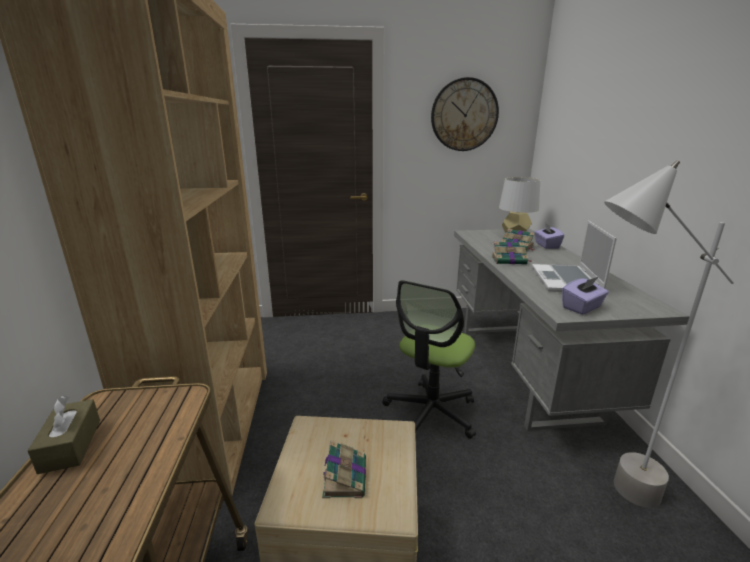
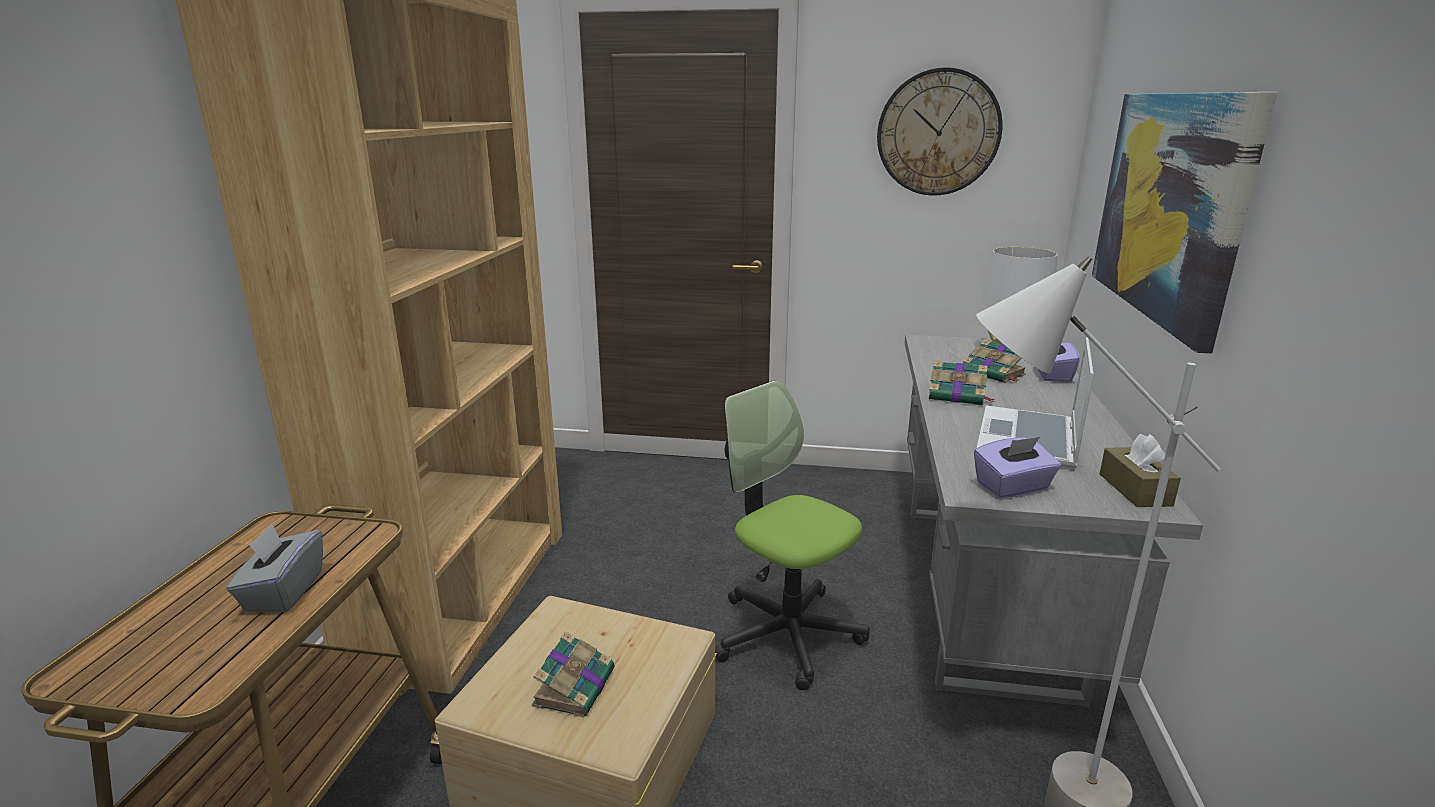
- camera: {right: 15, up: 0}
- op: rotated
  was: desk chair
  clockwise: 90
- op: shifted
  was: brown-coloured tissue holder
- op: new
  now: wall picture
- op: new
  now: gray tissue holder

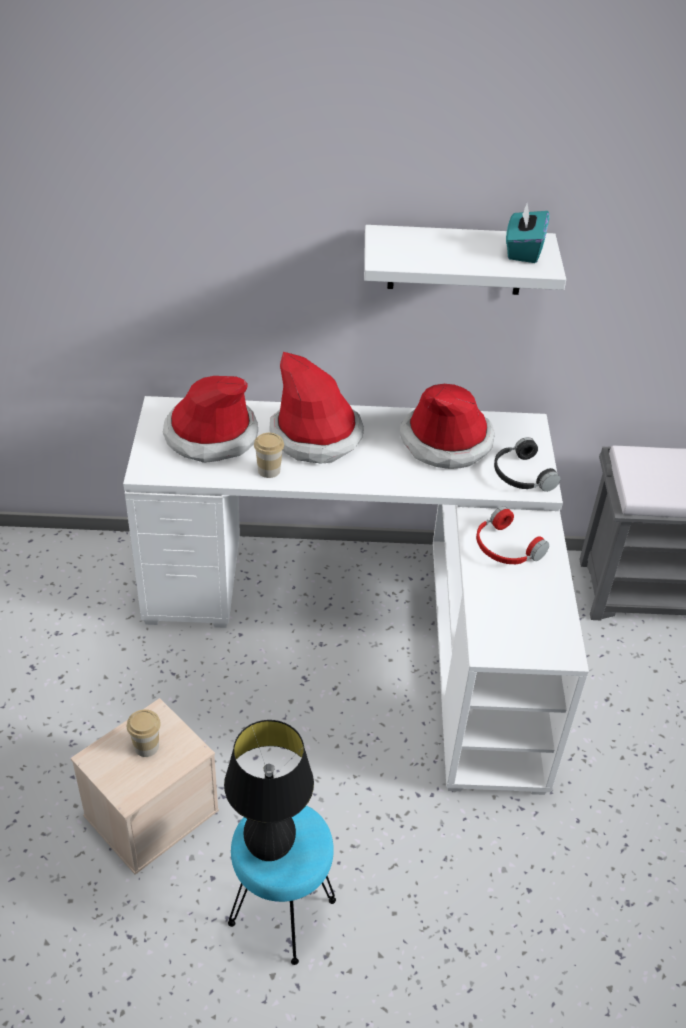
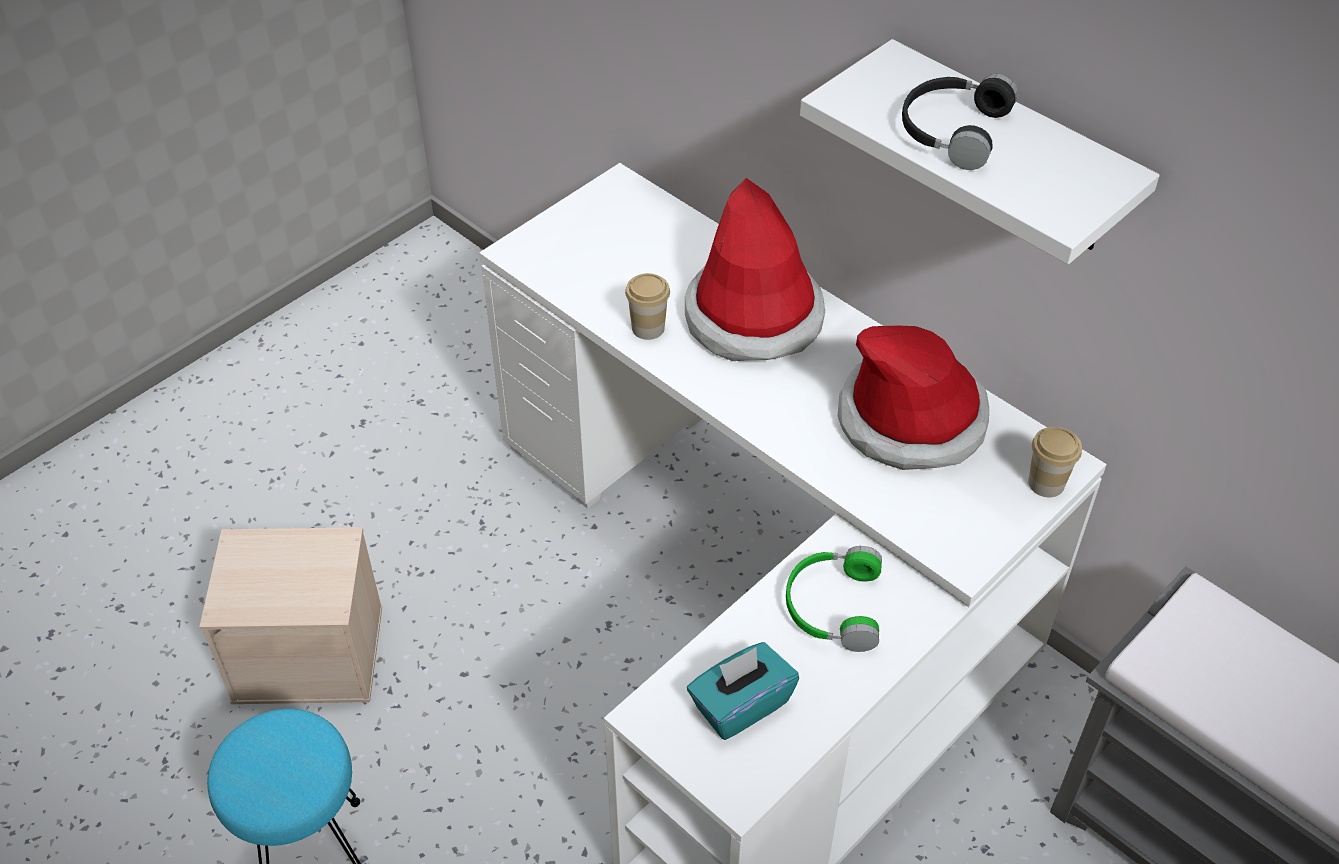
- camera: {right: 45, up: 5}
- op: shifted
  was: turquoise-coloured tissue holder
- op: gone
  was: hat (no. 1 from left)
- op: shifted
  was: black-coloured headphones
- op: repainted
  was: red headphones
  now: green headphones
- op: shifted
  was: small cup (no. 1 from left in the first image)
  now: small cup (no. 2 from left)
- op: gone
  was: black-coloured table lamp

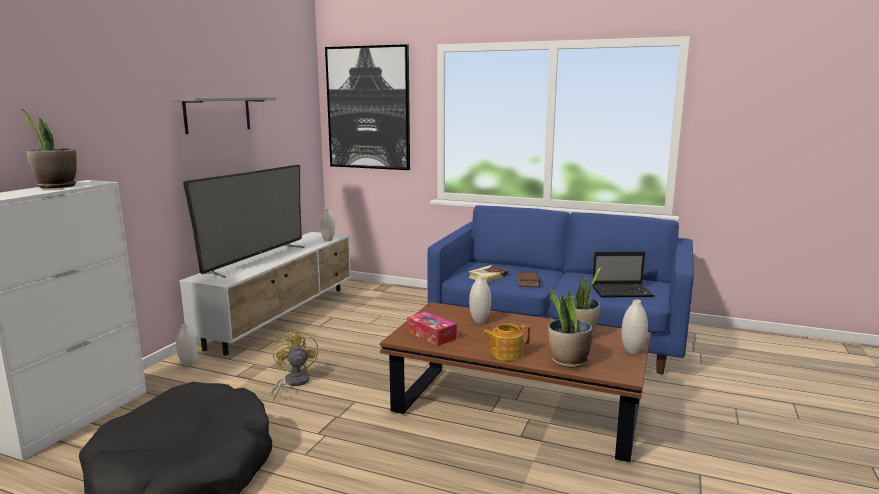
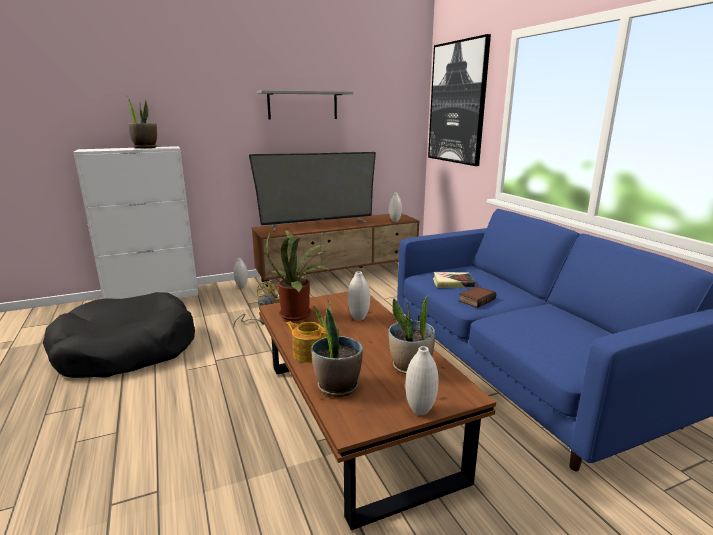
- camera: {right: 45, up: 5}
- op: repainted
  was: white tv stand
  now: brown-coloured tv stand
- op: gone
  was: notebook computer
- op: swapped
  was: tissue holder
  now: houseplant (no. 2 from left)

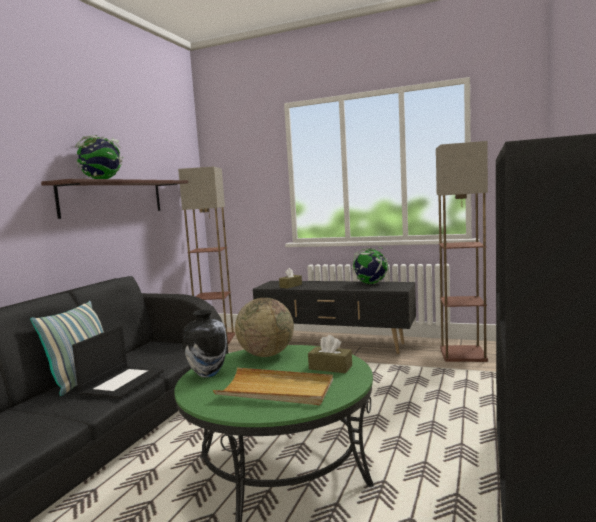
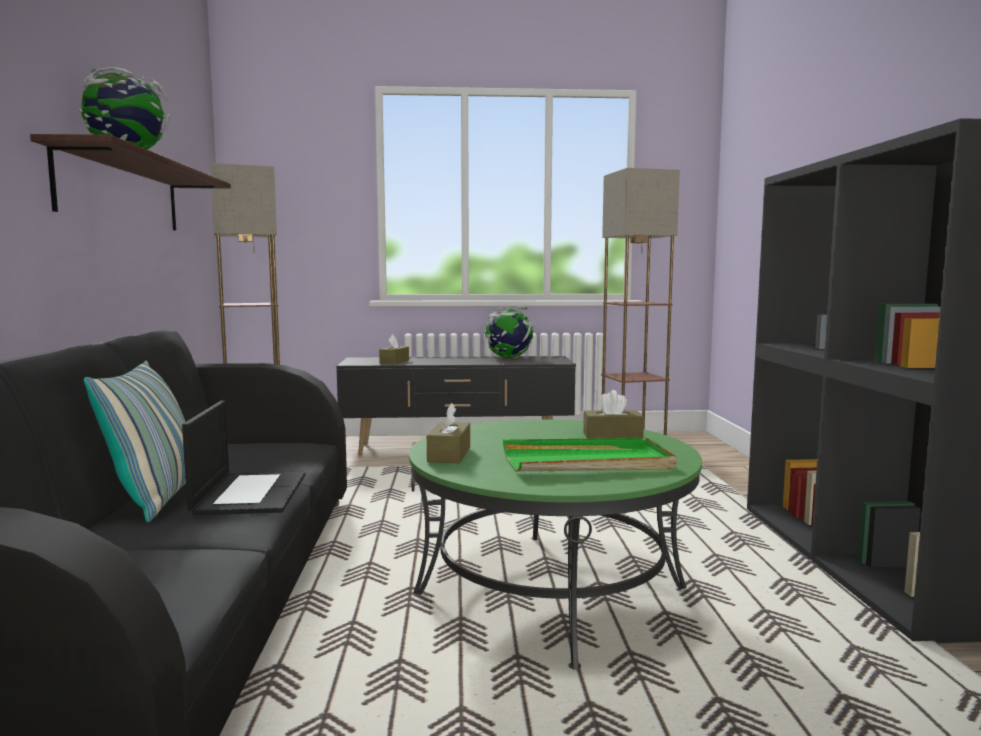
- camera: {right: -25, up: 0}
- op: gone
  was: desk globe (no. 2 from left)
- op: swapped
  was: decorative vase
  now: brown-coloured tissue holder (no. 2 from left)
- op: repainted
  was: beige-coloured serving tray
  now: green serving tray

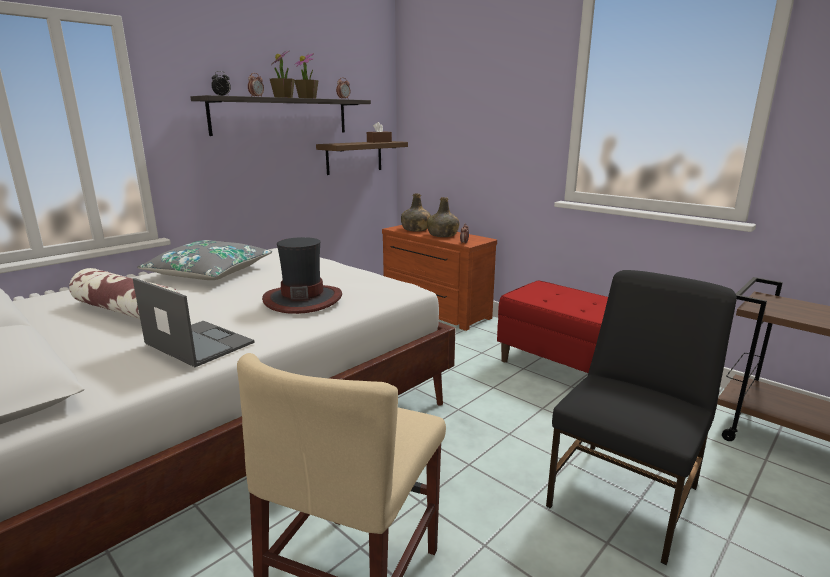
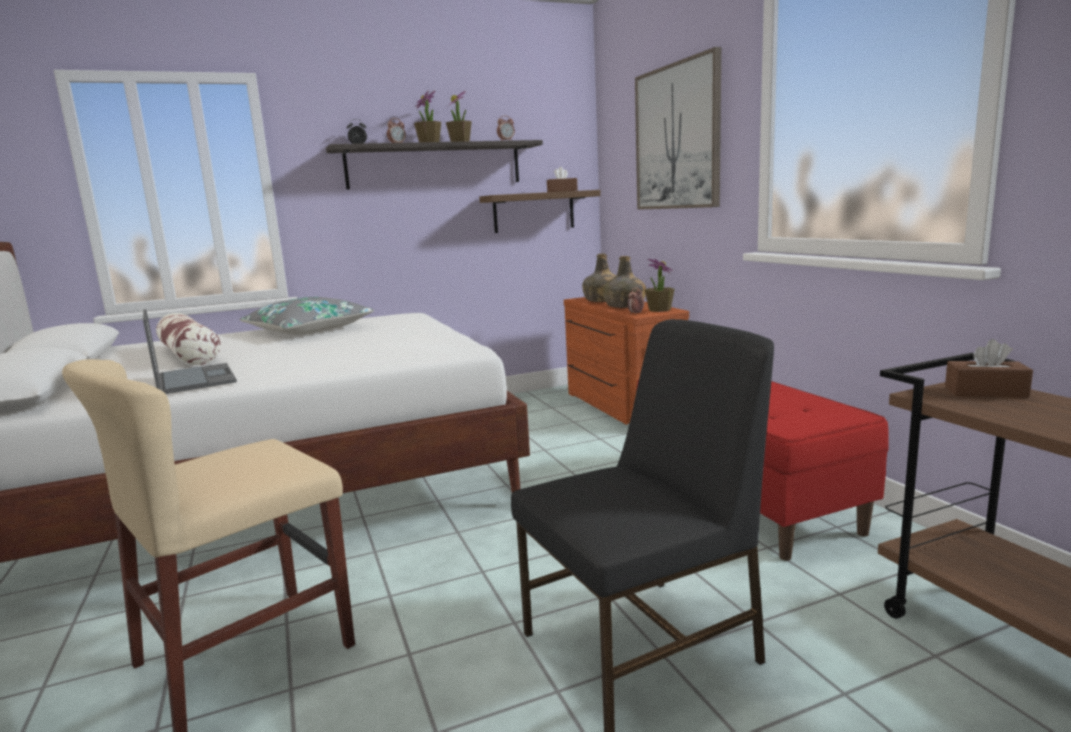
- camera: {right: 25, up: -5}
- op: gone
  was: hat
- op: new
  now: wall picture
- op: new
  now: houseplant (no. 3 from left)
- op: new
  now: brown-coloured tissue holder (no. 2 from left)

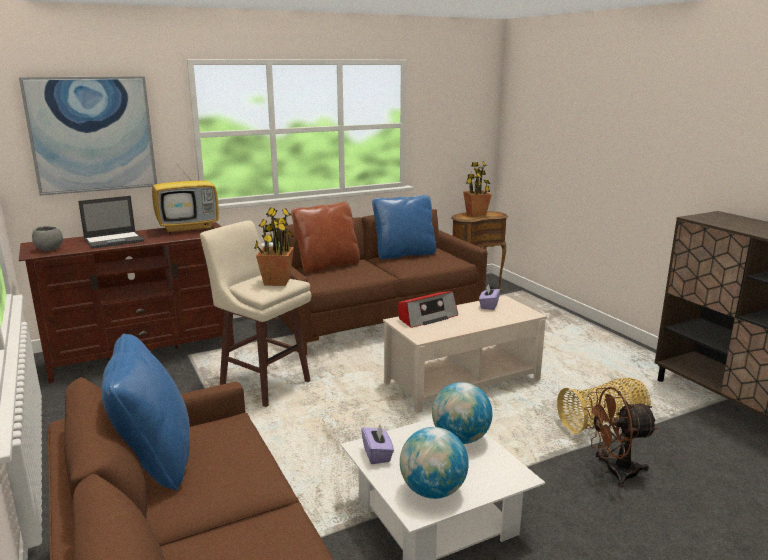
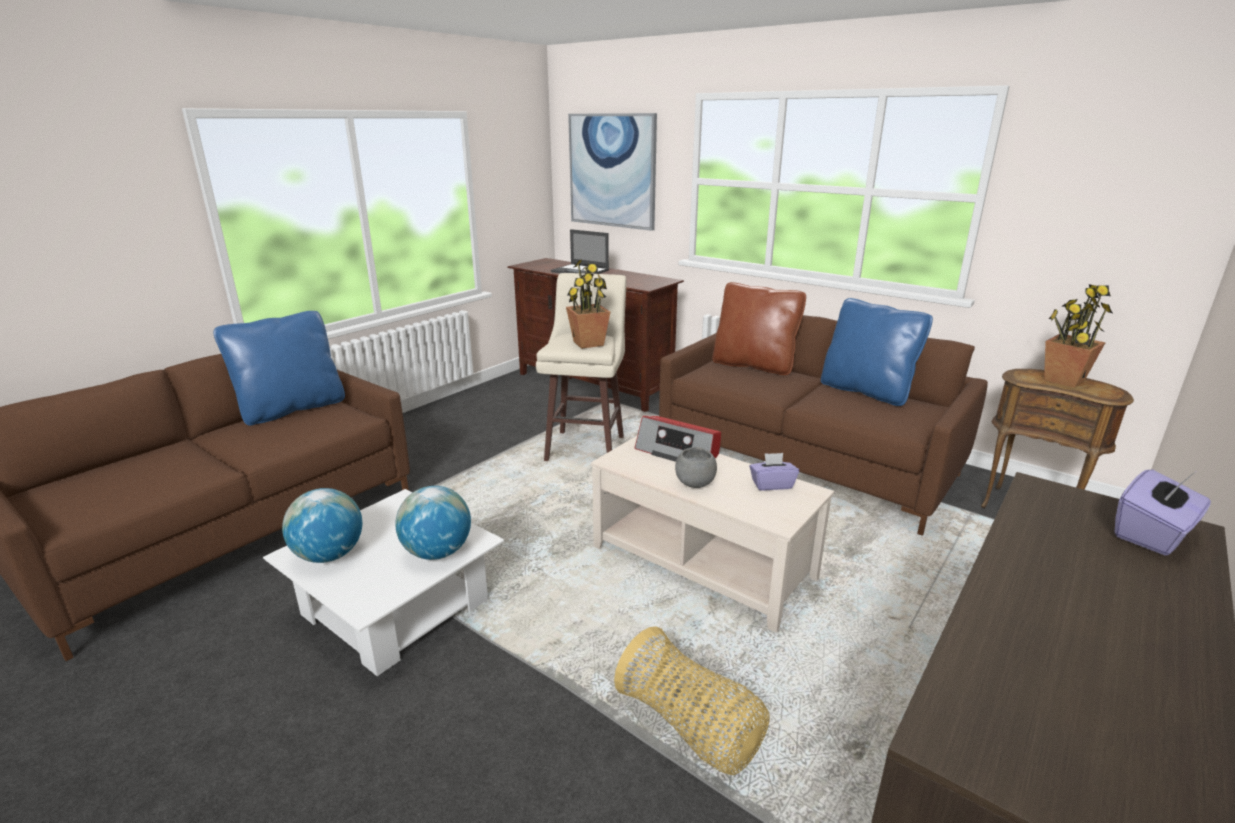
- camera: {right: 65, up: 5}
- op: gone
  was: television
- op: shifted
  was: gray serving bowl
- op: gone
  was: brown-coloured electric fan
- op: shifted
  was: purplish tissue holder (no. 1 from left in the first image)
  now: purplish tissue holder (no. 2 from left)

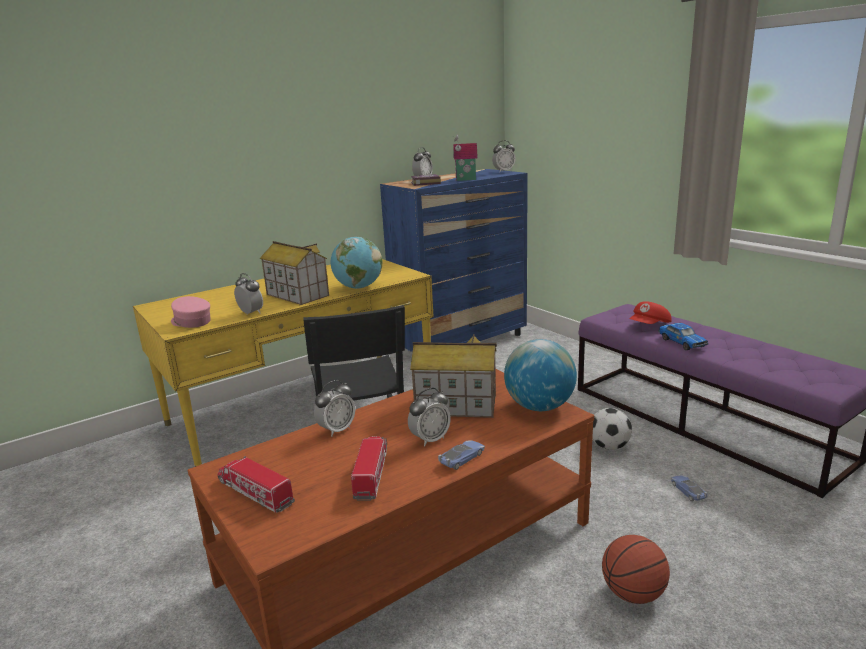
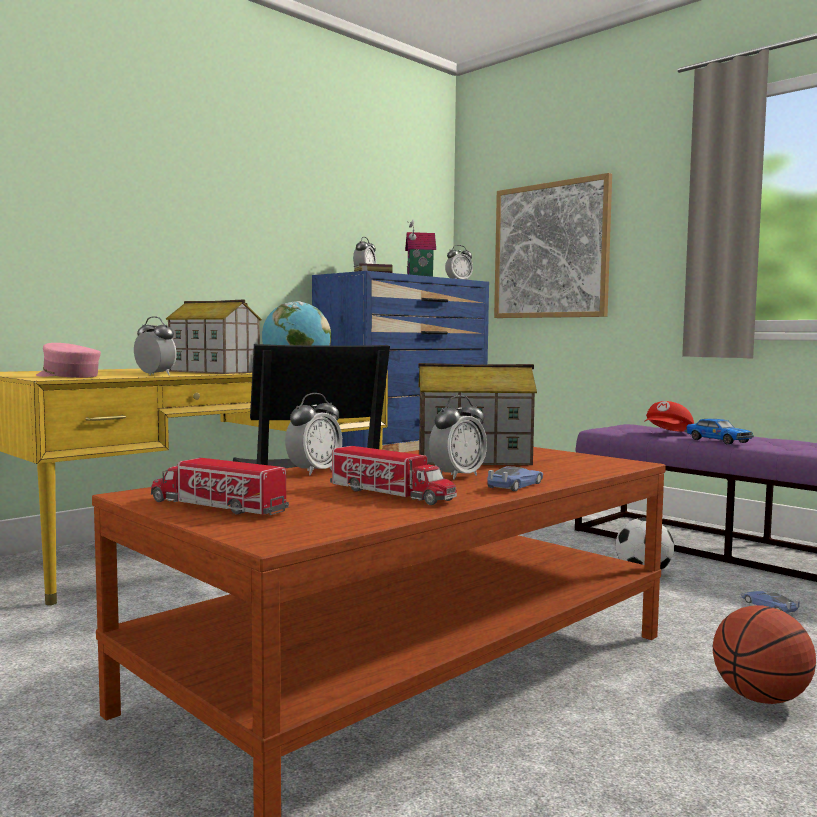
- camera: {right: -10, up: -15}
- op: gone
  was: desk globe (no. 2 from left)
- op: rotated
  was: model truck (no. 2 from left)
  clockwise: 135
- op: new
  now: wall picture

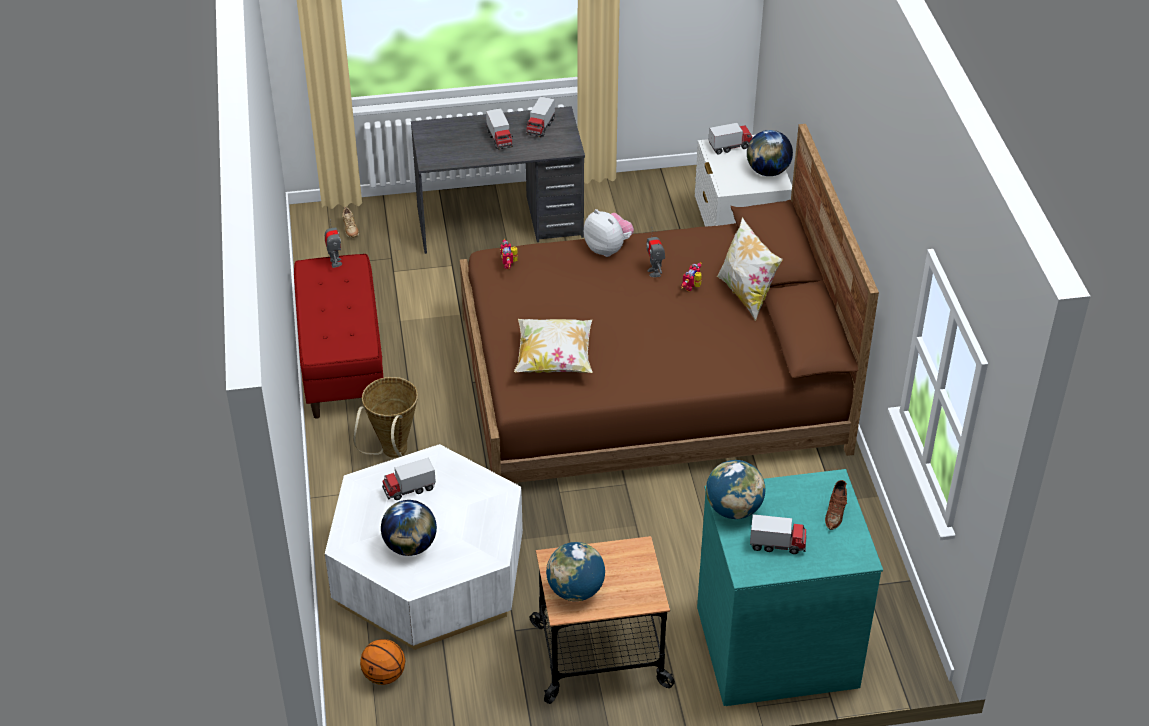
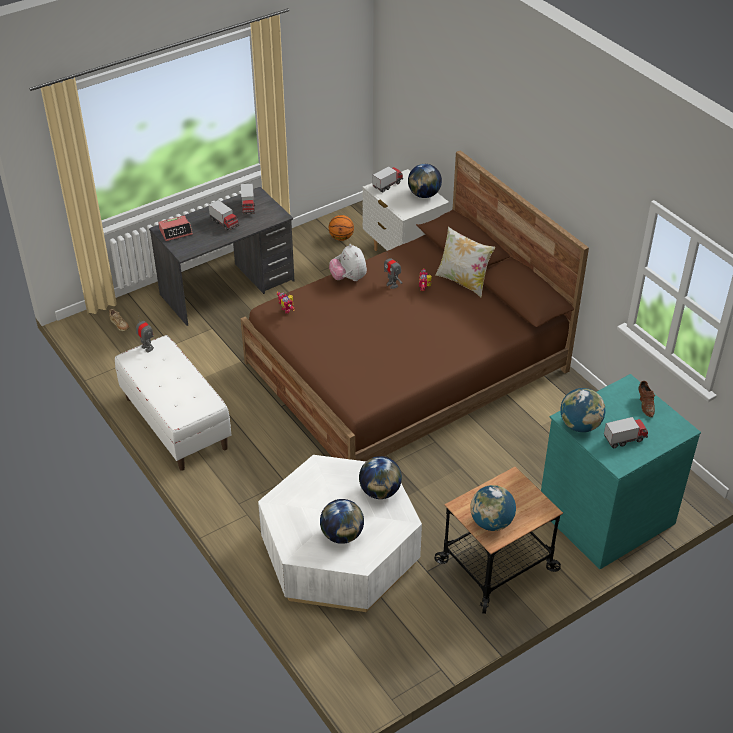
- camera: {right: -25, up: 0}
- op: rotated
  was: plush toy
  clockwise: -135
- op: repainted
  was: red bench
  now: white bench
- op: gone
  was: throw pillow (no. 1 from left)
- op: gone
  was: basket
- op: gone
  was: model truck (no. 1 from left)
- op: shifted
  was: ball for basketball
- op: new
  now: alarm clock
- op: new
  now: desk globe (no. 2 from left)

